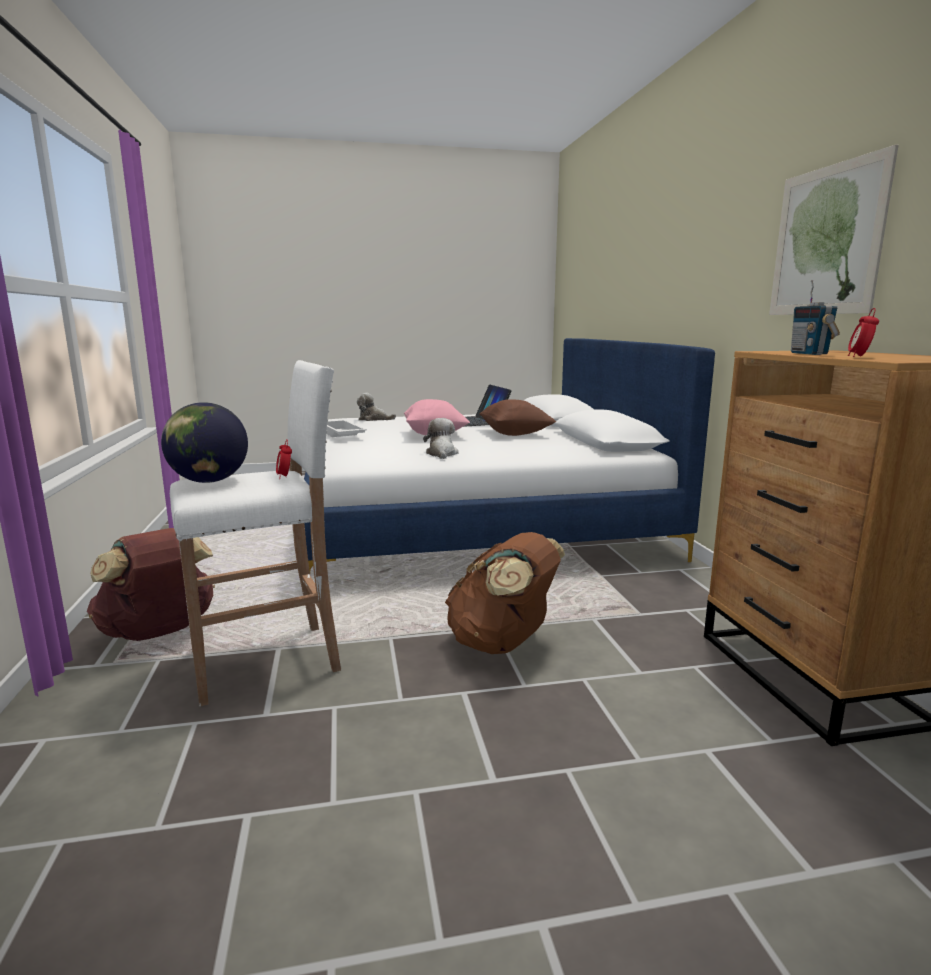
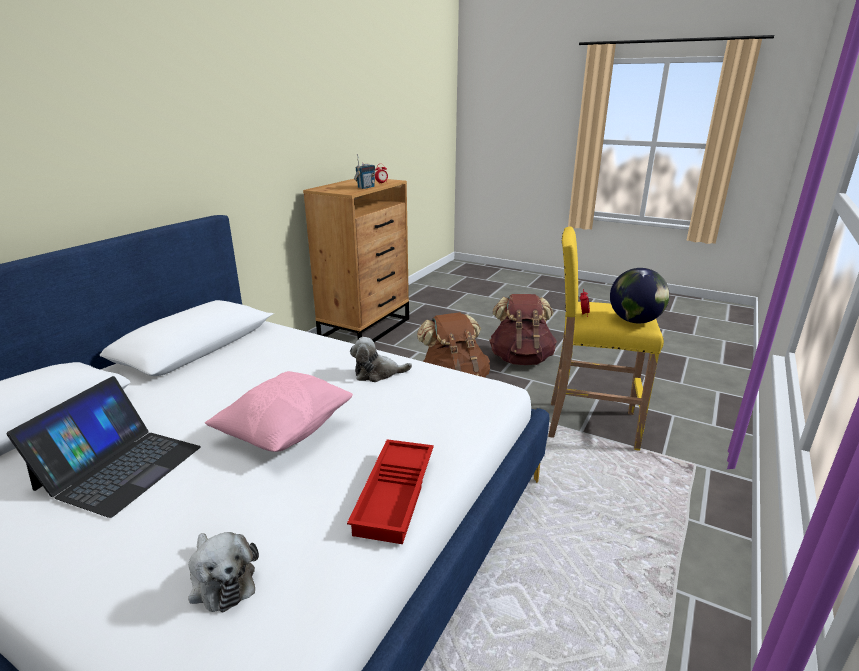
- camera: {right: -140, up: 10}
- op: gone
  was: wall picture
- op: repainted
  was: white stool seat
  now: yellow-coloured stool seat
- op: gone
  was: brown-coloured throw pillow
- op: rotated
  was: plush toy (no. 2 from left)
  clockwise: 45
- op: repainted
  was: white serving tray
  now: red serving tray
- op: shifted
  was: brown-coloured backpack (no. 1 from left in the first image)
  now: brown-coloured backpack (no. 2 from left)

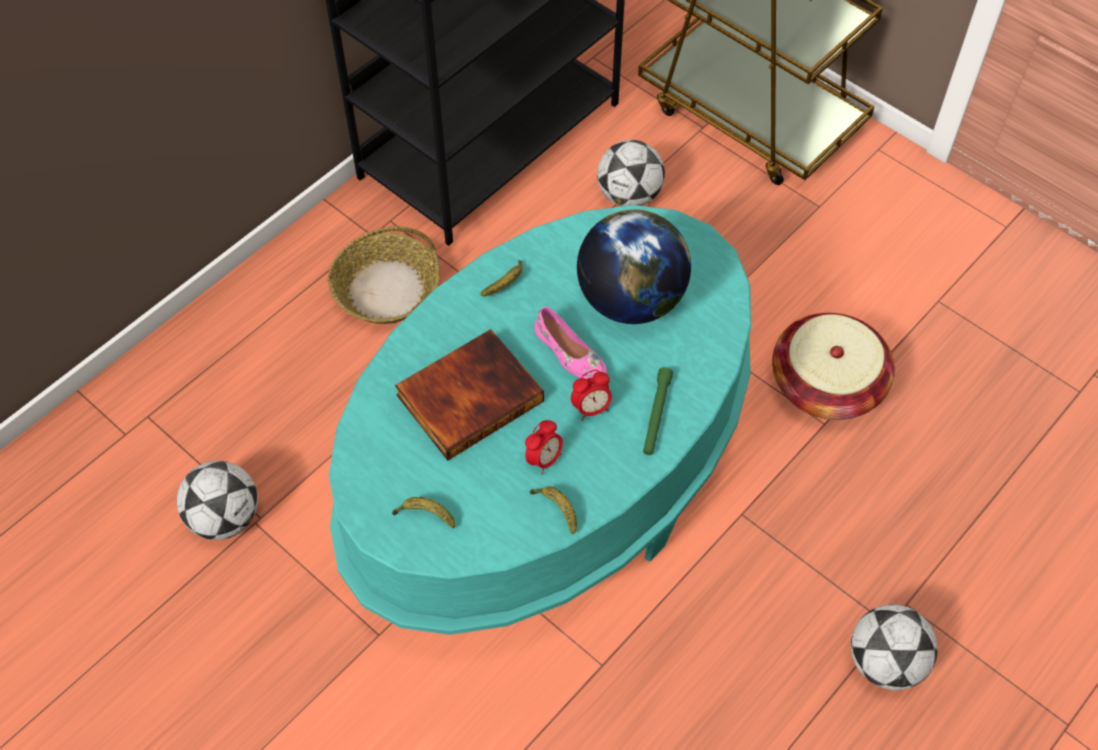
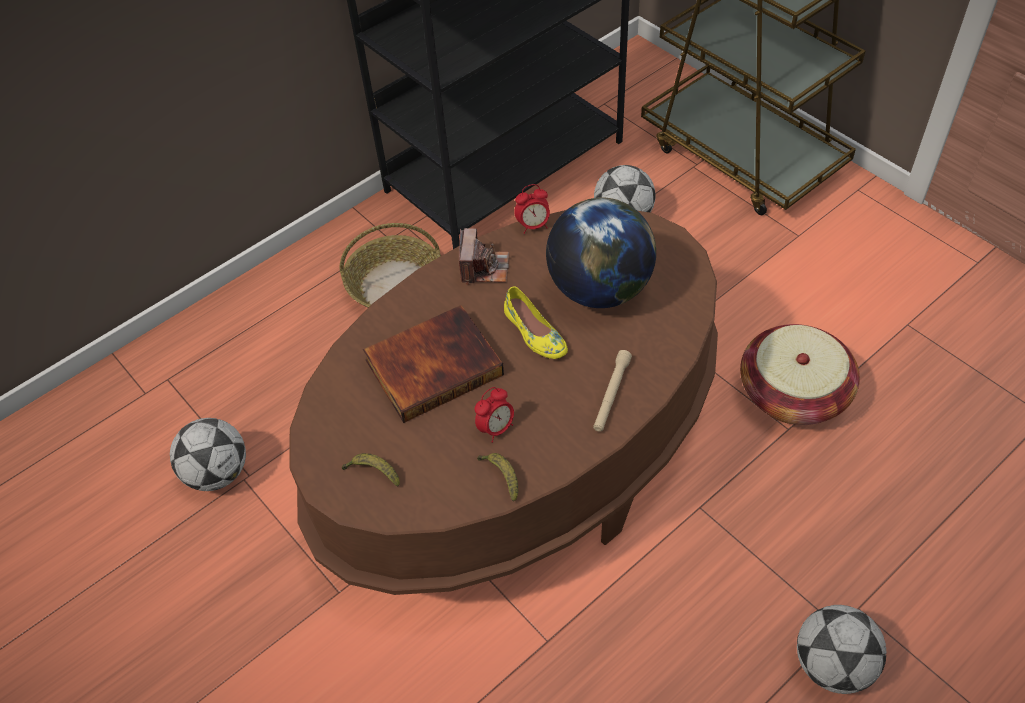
- camera: {right: 10, up: -5}
- op: repainted
  was: turquoise-coloured coffee table
  now: brown-coloured coffee table
- op: swapped
  was: whole banana (no. 2 from left)
  now: photo camera
- op: repainted
  was: pink low shoe
  now: yellow-coloured low shoe
- op: repainted
  was: green torch
  now: beige-coloured torch
- op: shifted
  was: alarm clock (no. 2 from left)

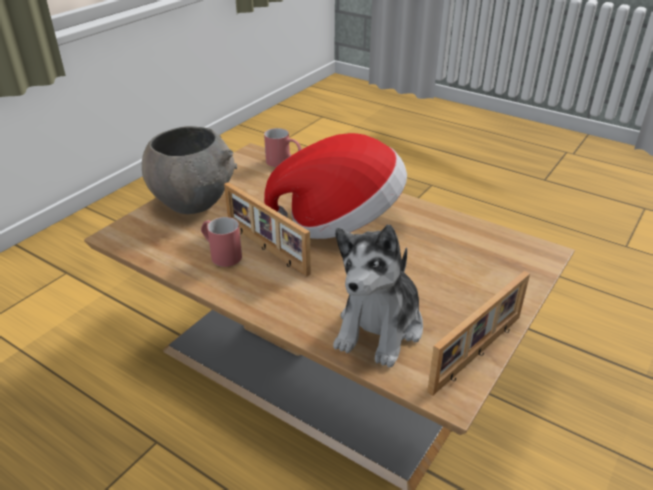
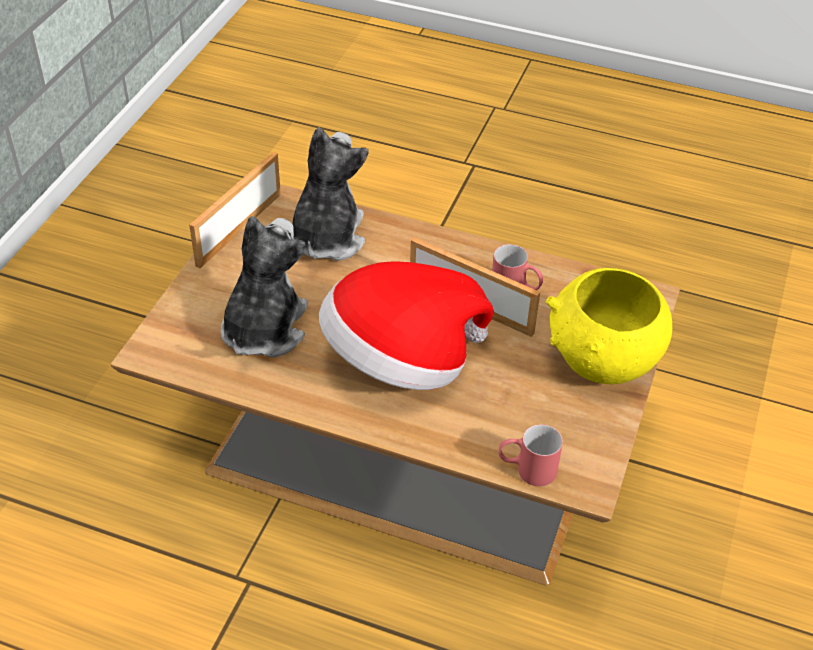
- camera: {right: 165, up: 10}
- op: repainted
  was: gray serving bowl
  now: yellow-coloured serving bowl
- op: new
  now: plush toy (no. 1 from left)

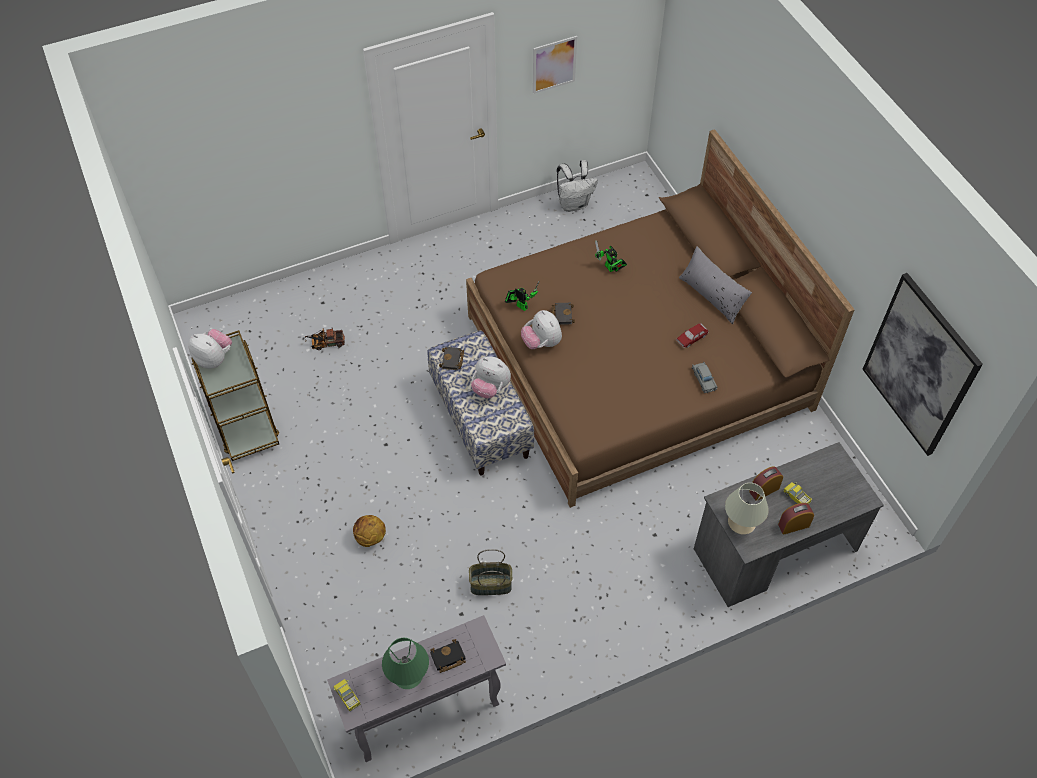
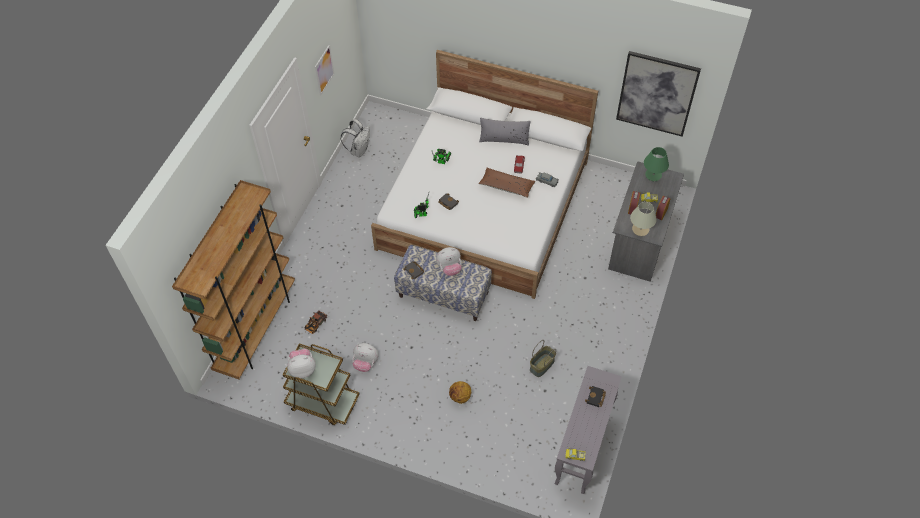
- camera: {right: -45, up: 0}
- op: repainted
  was: brown-coloured bedroom bed
  now: white bedroom bed
- op: shifted
  was: plush toy (no. 3 from left in the first image)
  now: plush toy (no. 2 from left)
- op: shifted
  was: green table lamp
- op: new
  now: brown-coloured throw pillow
- op: new
  now: brown-coloured bookshelf

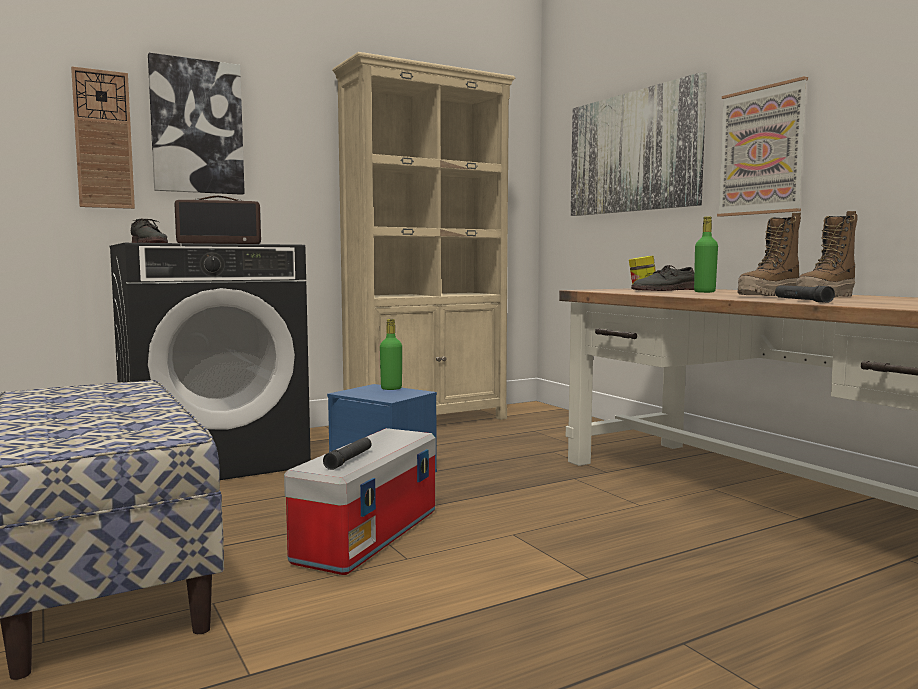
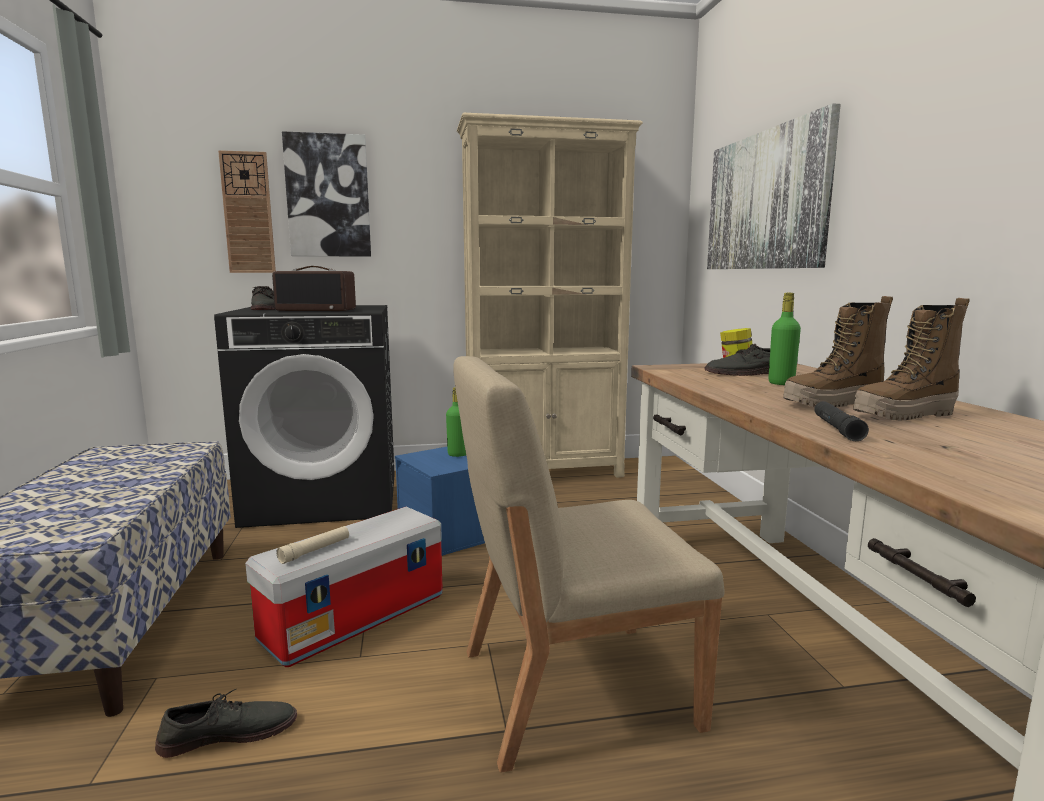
- camera: {right: 20, up: 5}
- op: gone
  was: wall picture (no. 3 from left)
- op: repainted
  was: black-coloured torch (no. 1 from left)
  now: beige-coloured torch
- op: new
  now: beige-coloured chair
- op: new
  now: gray low shoe (no. 1 from left)

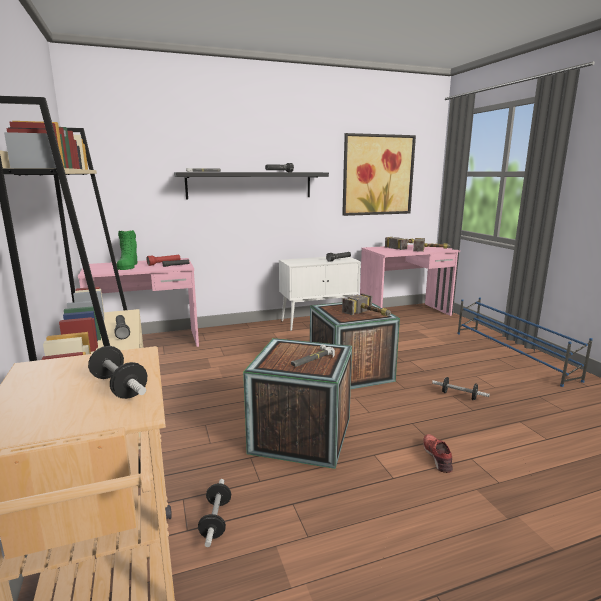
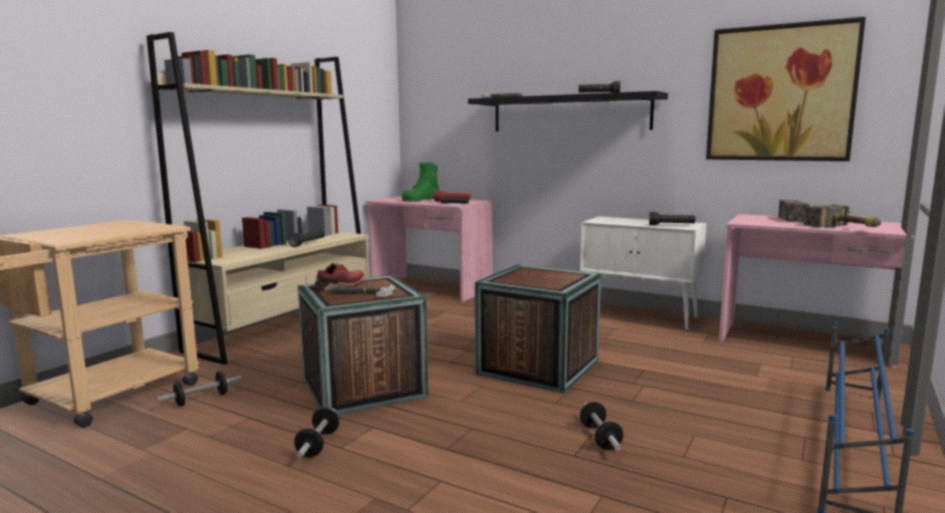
- camera: {right: 50, up: -5}
- op: gone
  was: hammer (no. 3 from left)
- op: shifted
  was: hand weight (no. 1 from left in the first image)
  now: hand weight (no. 2 from left)
- op: shifted
  was: red low shoe

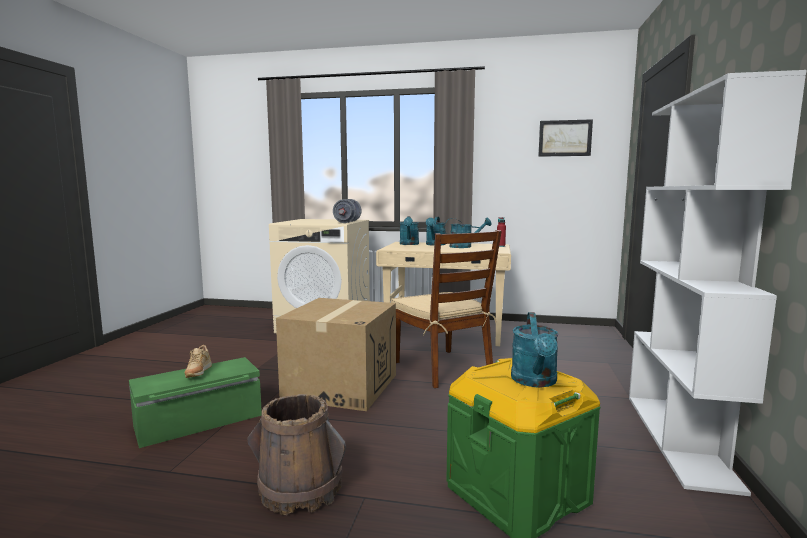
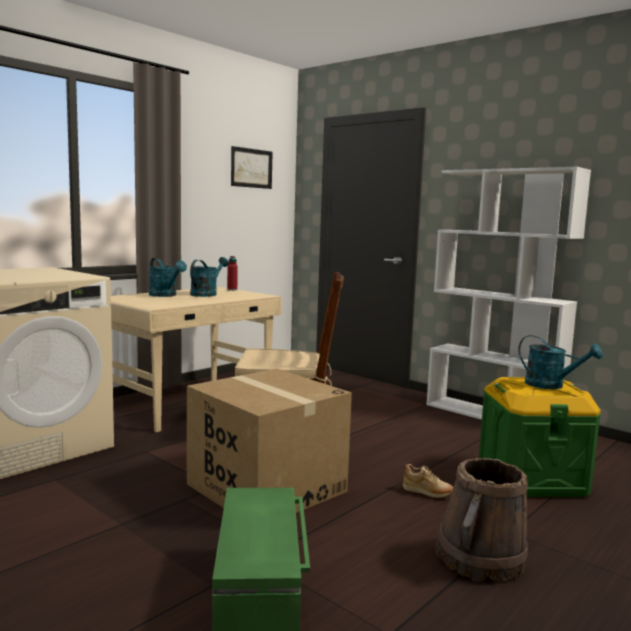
- camera: {right: -60, up: 0}
- op: gone
  was: gray hand weight
- op: gone
  was: turquoise-coloured sprinkling can (no. 1 from left)
- op: shifted
  was: beige-coloured low shoe

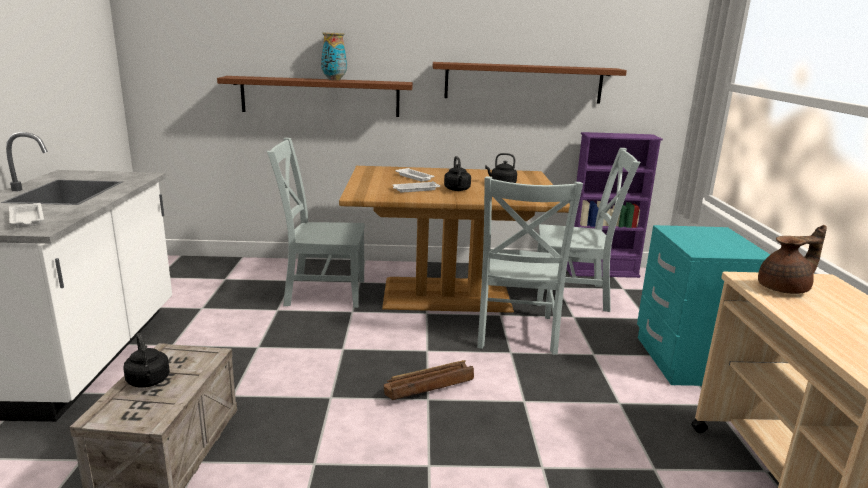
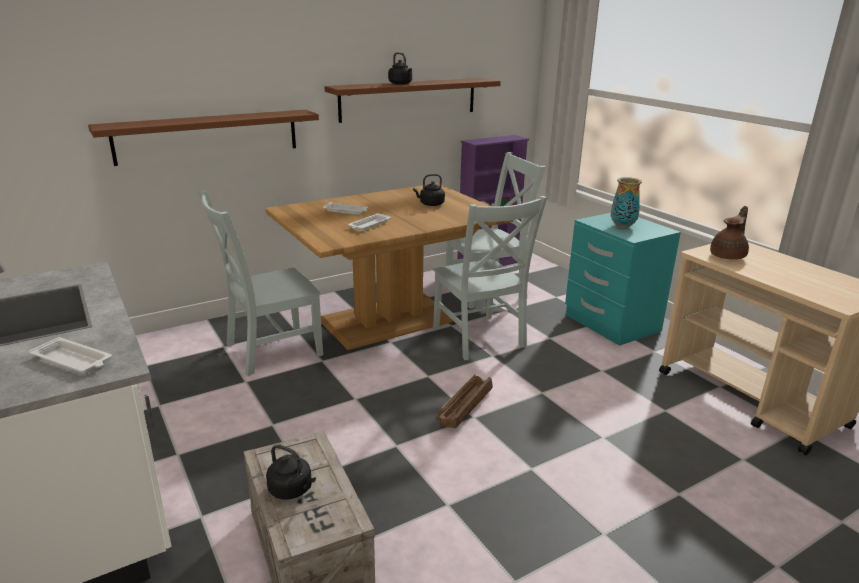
- camera: {right: -30, up: 5}
- op: shifted
  was: decorative vase
- op: shifted
  was: black-coloured kettle (no. 2 from left)

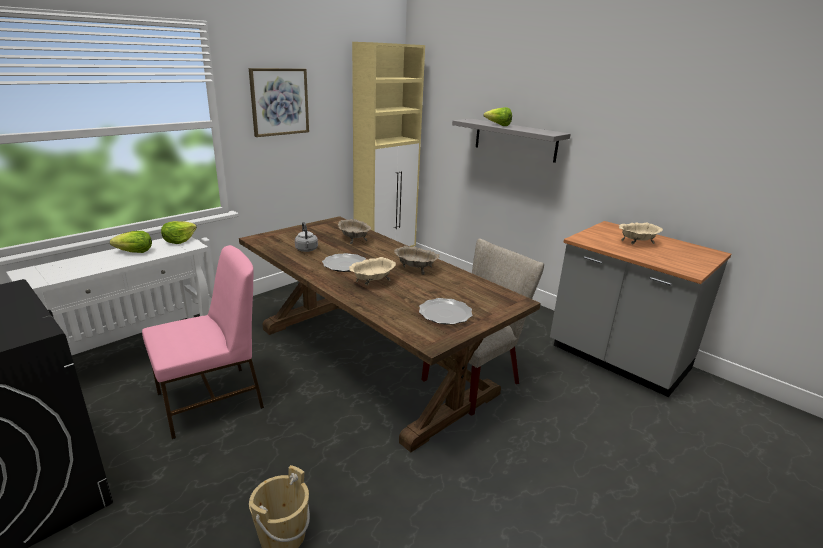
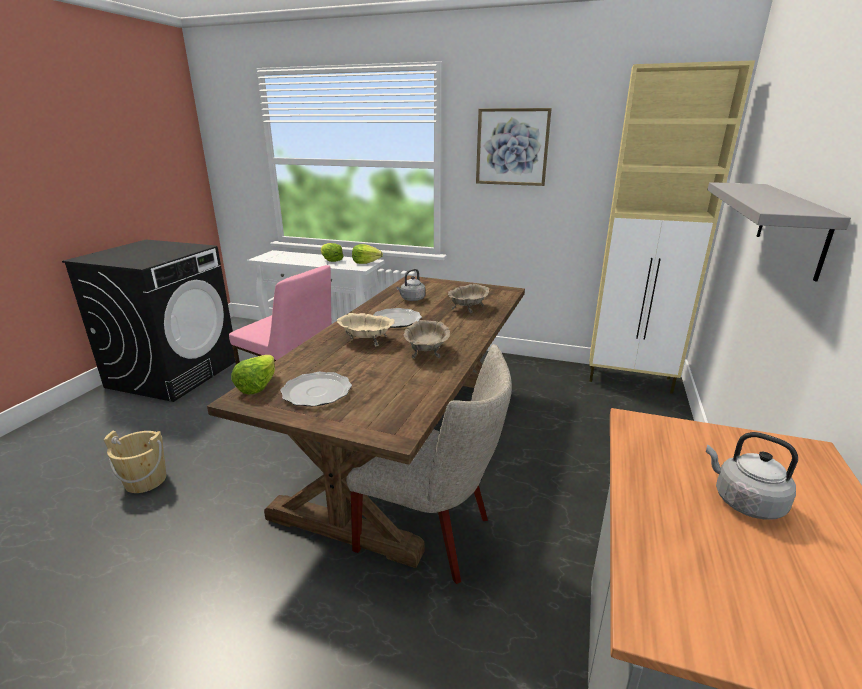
- camera: {right: 65, up: 0}
- op: shifted
  was: lettuce head (no. 3 from left in the first image)
  now: lettuce head (no. 1 from left)
- op: swapped
  was: beige-coloured serving bowl (no. 4 from left)
  now: gray kettle (no. 2 from left)

